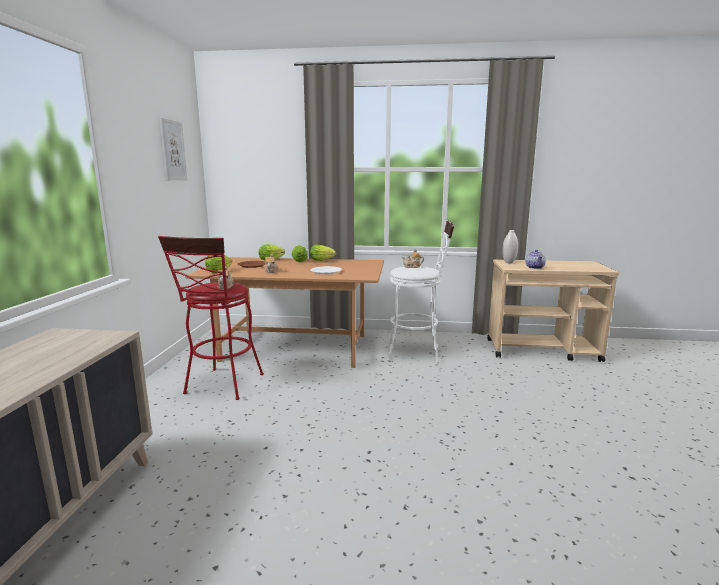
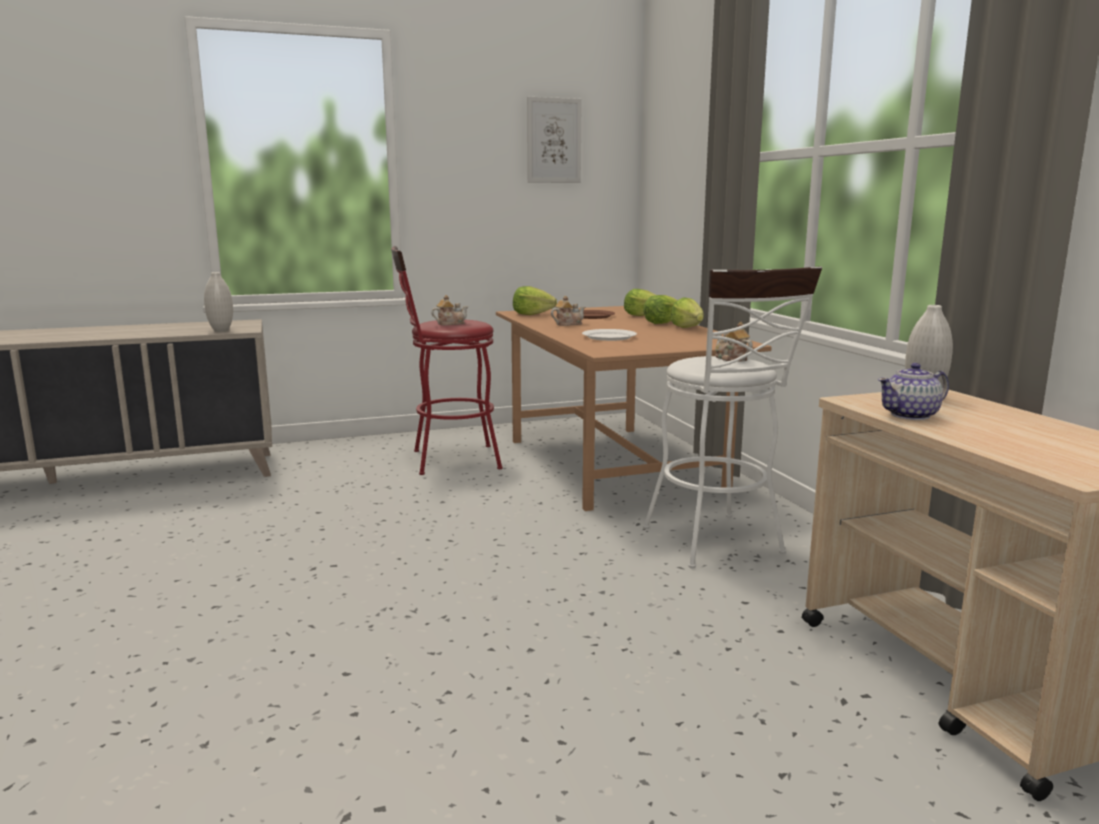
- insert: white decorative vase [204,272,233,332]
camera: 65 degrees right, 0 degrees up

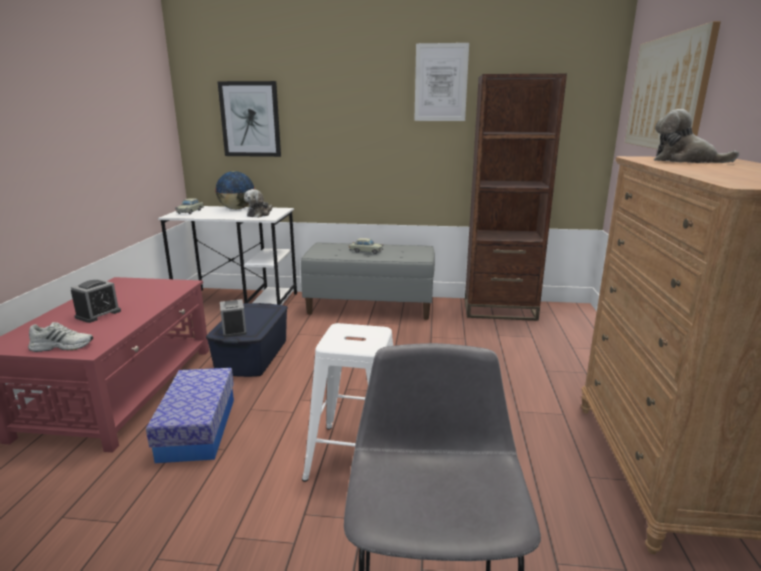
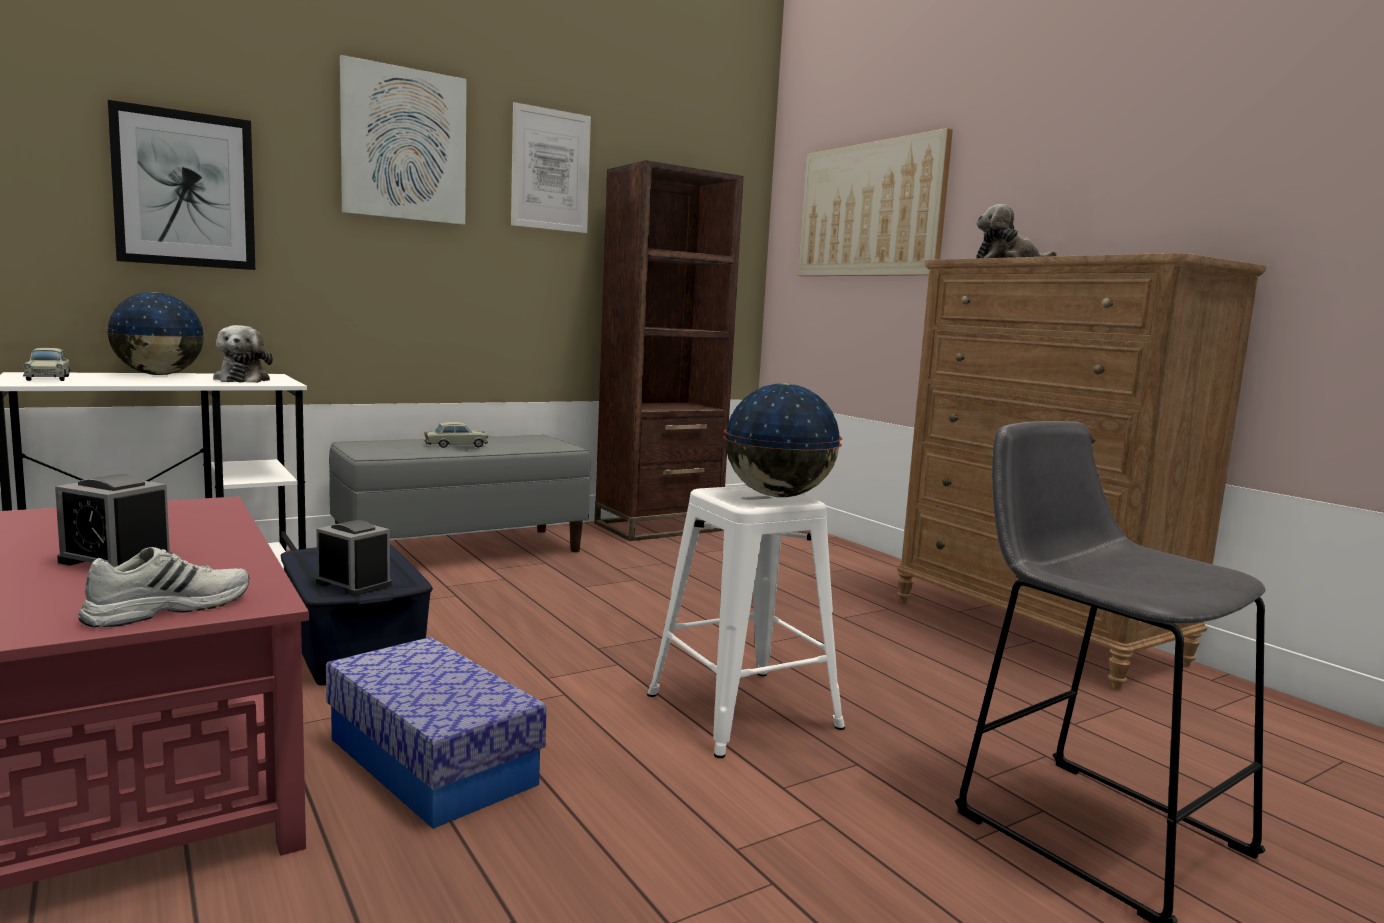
- rotate: table clock [71,279,121,323] = [55,474,173,567] 120 degrees clockwise
- insert: picture [340,55,467,225]
- insert: desk globe [723,384,842,497]
camera: 40 degrees left, 10 degrees down

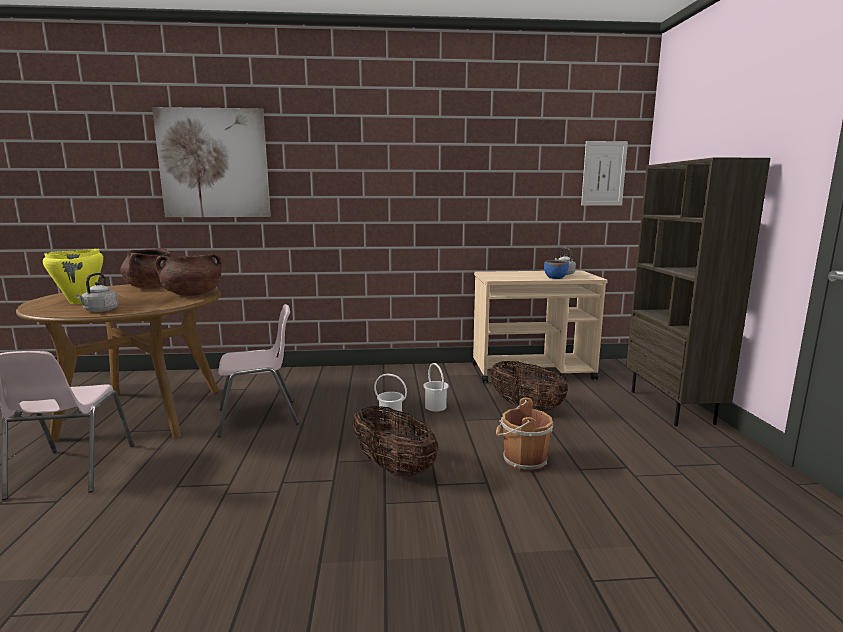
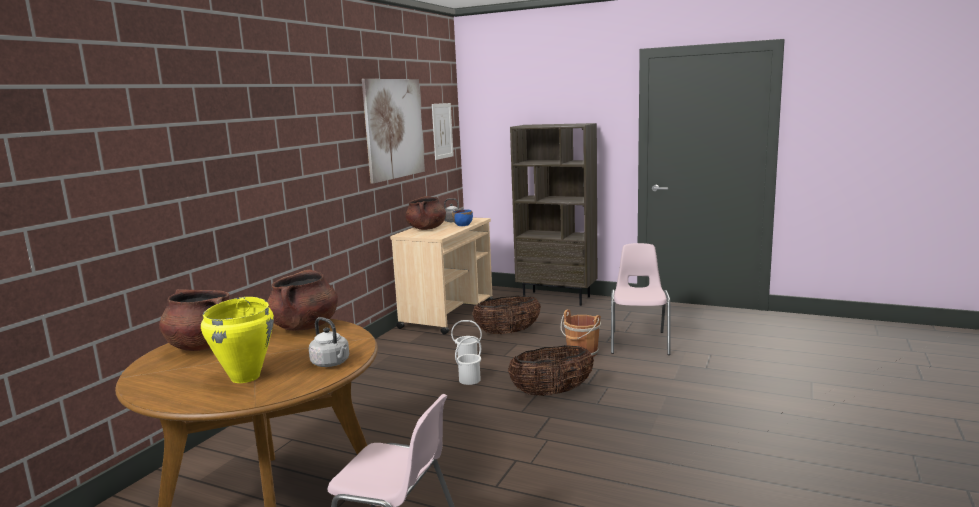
- move: picture [152,107,271,217] to [362,79,425,184]
- move: pink-coloured upright chair [217,304,299,437] to [611,243,671,355]
- insert: brownish saucepot [405,196,446,230]
camera: 60 degrees left, 0 degrees up

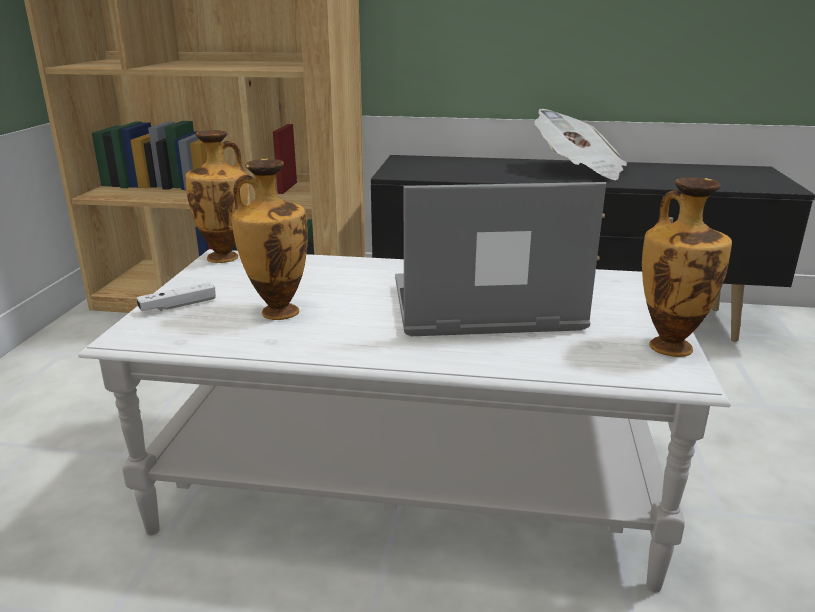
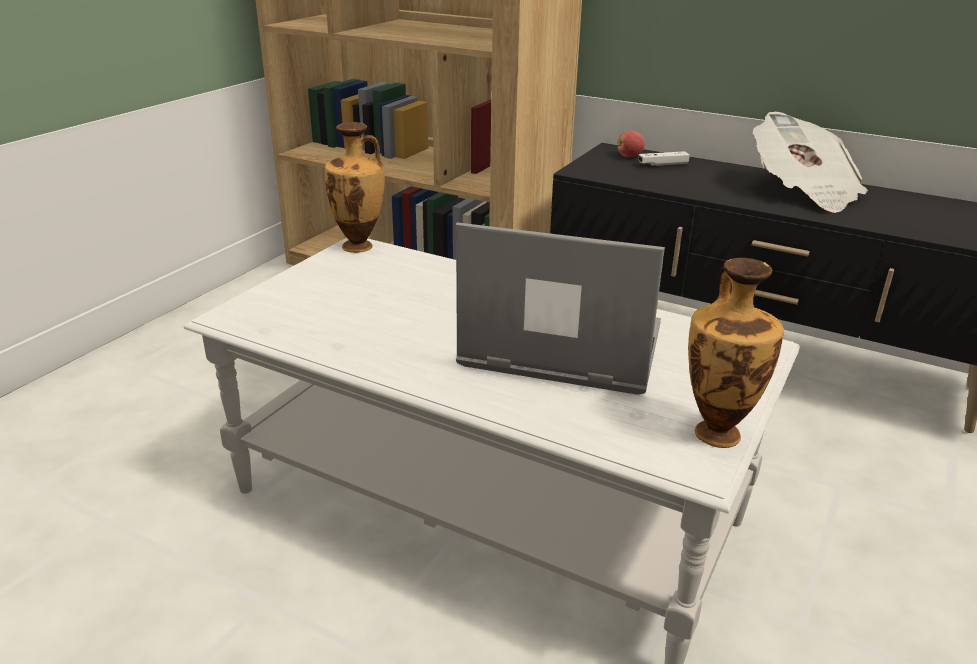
- delete: decorative vase [232,158,308,320]
- move: white joypad [136,282,216,311] to [638,151,690,166]
- insert: apple [617,131,645,157]
camera: 20 degrees right, 5 degrees up

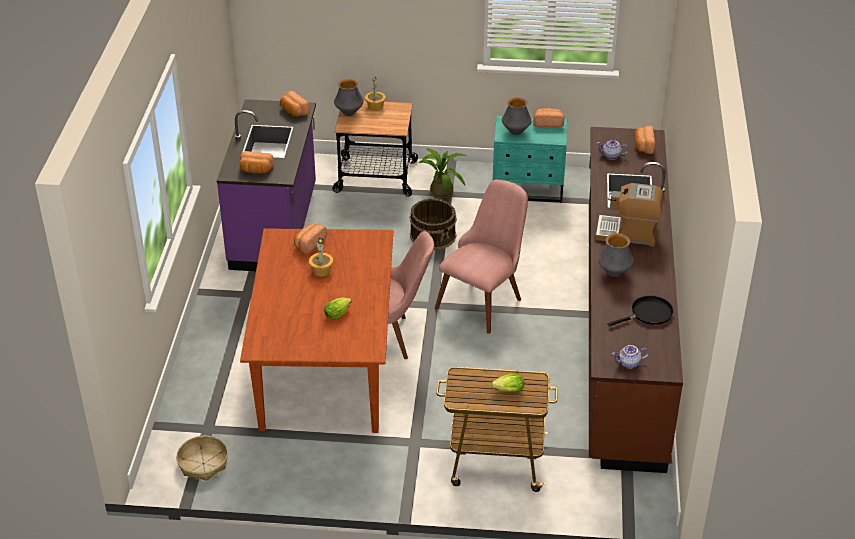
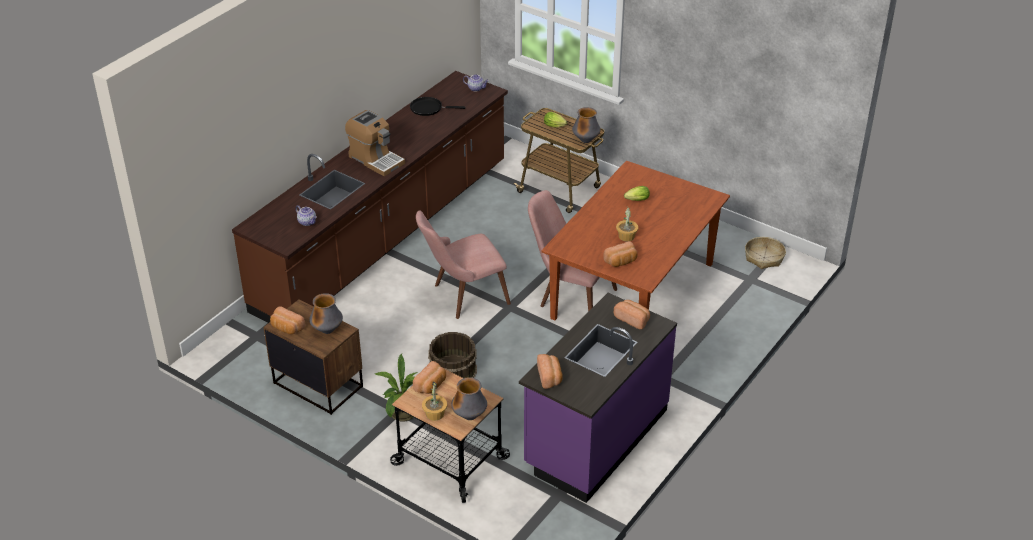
- recolor: blue-green bedside table [493,116,567,203] to brownish bedside table [264,299,363,415]
- move: bread [634,126,655,154] to [413,361,446,394]
- move: decorative vase [598,233,634,277] to [572,107,601,143]
camera: 150 degrees left, 0 degrees up

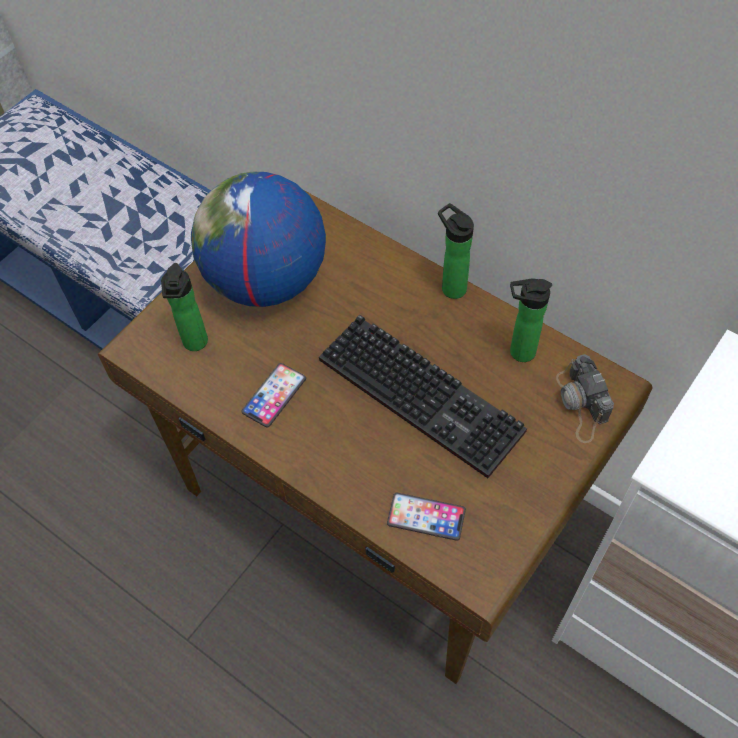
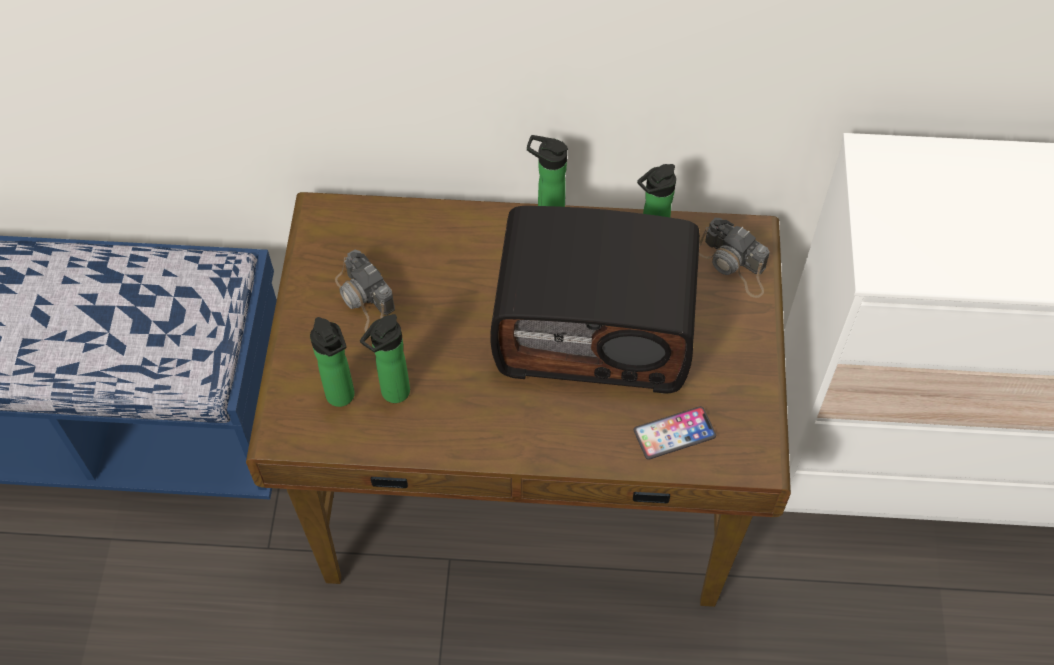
- replace: desk globe [191,172,326,307] to still camera [335,250,395,337]
- replace: PC keyboard [319,314,527,478] to radio receiver [490,206,700,394]
- delete: handset [241,363,306,428]
- insert: bottle [360,314,410,403]
camera: 35 degrees left, 0 degrees up

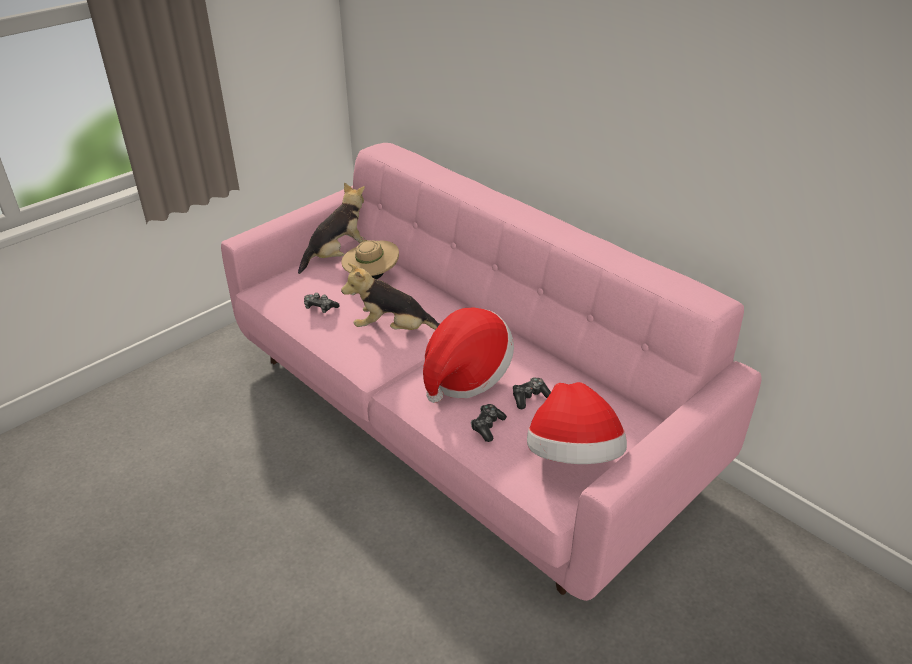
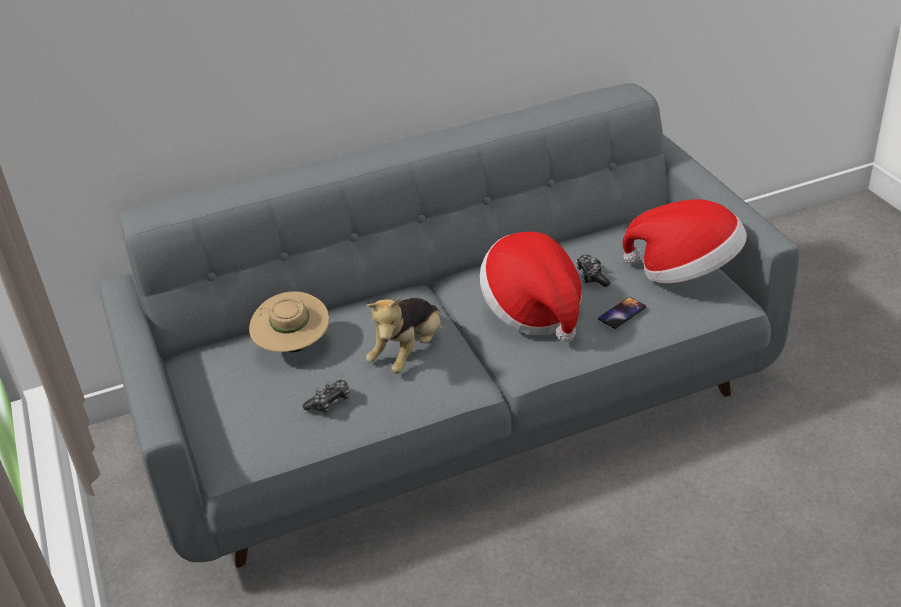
- recolor: pink-coloured sofa [221,143,762,601] to grey sofa [99,83,799,568]
- delete: soft toy [298,182,368,274]
- replace: joypad [471,404,507,442] to handset [598,297,646,329]
camera: 65 degrees left, 0 degrees up

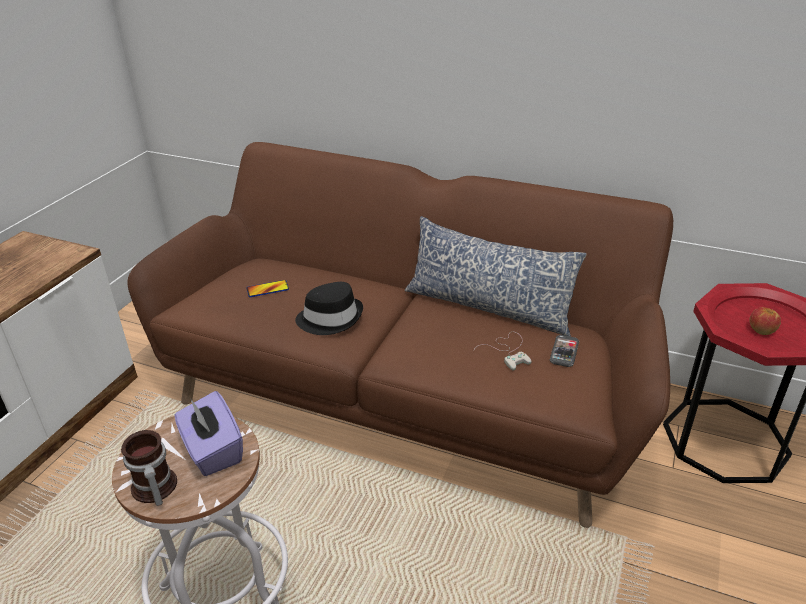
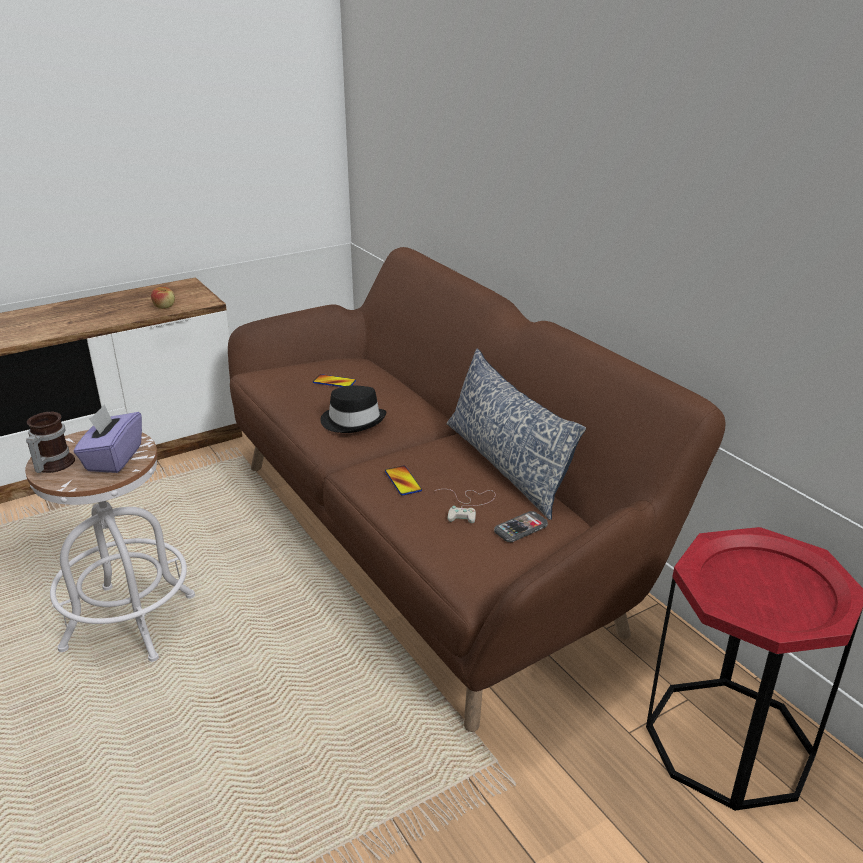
- move: apple [750,307,781,335] to [151,287,175,309]
- insert: handset [385,466,422,495]
camera: 35 degrees right, 5 degrees down

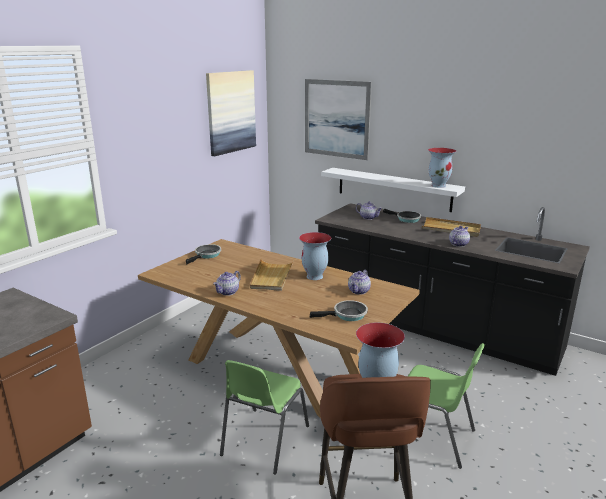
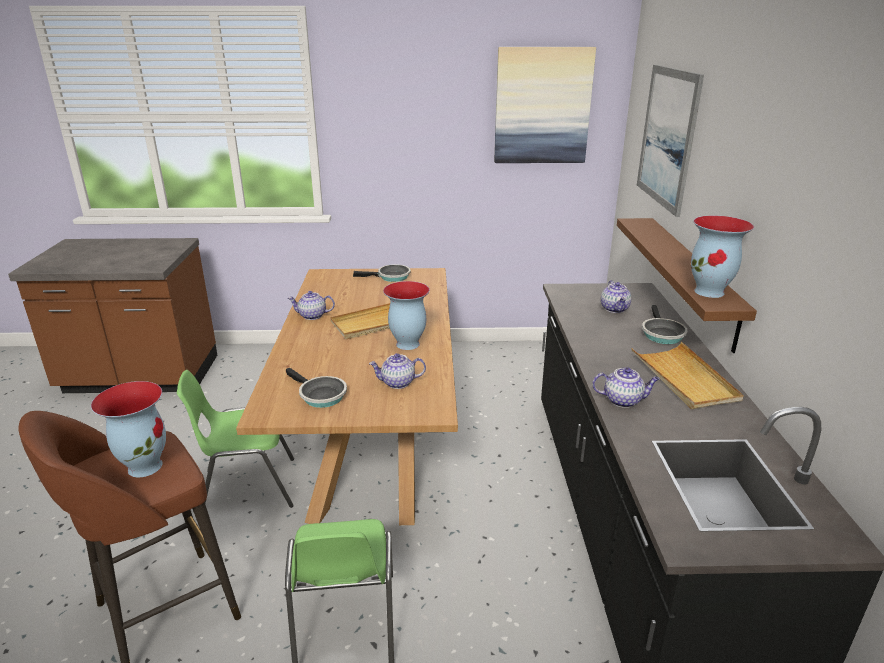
- recolor: white wall shelf [321,168,465,212] to brownish wall shelf [617,218,757,353]
camera: 55 degrees right, 5 degrees up

